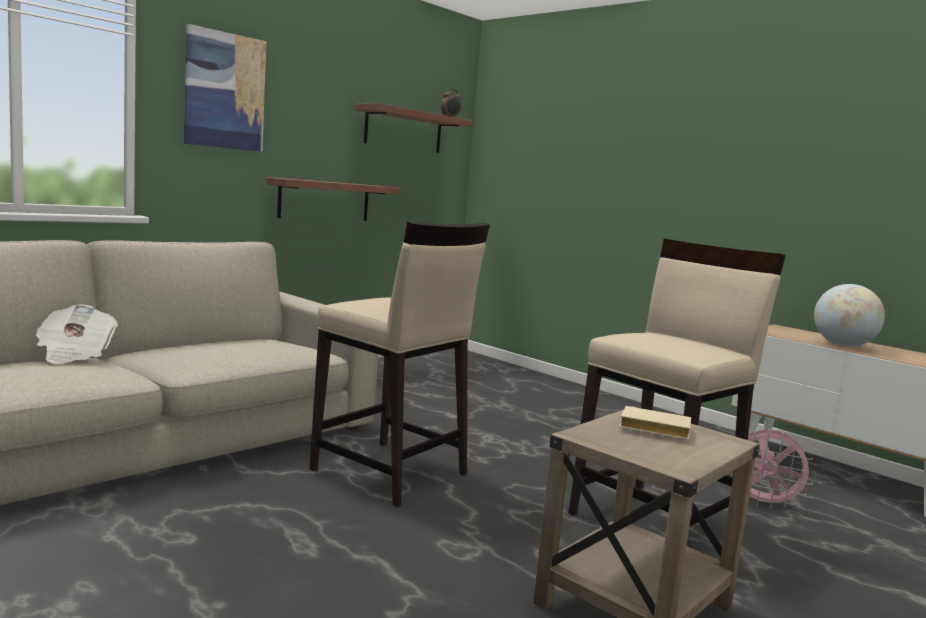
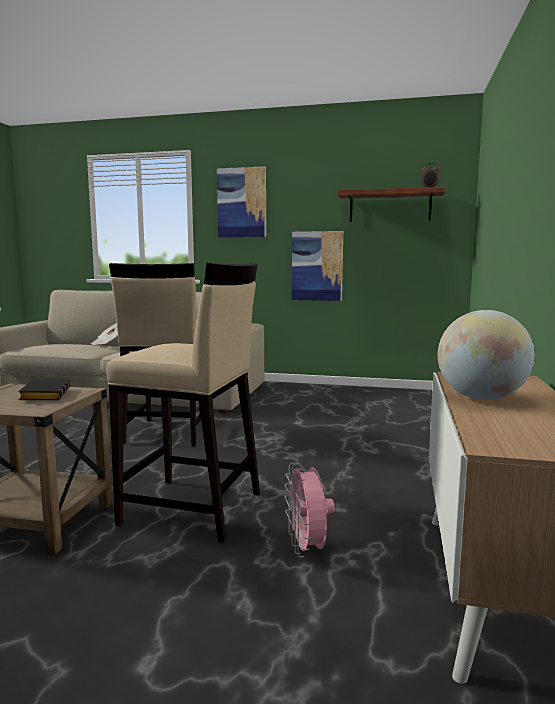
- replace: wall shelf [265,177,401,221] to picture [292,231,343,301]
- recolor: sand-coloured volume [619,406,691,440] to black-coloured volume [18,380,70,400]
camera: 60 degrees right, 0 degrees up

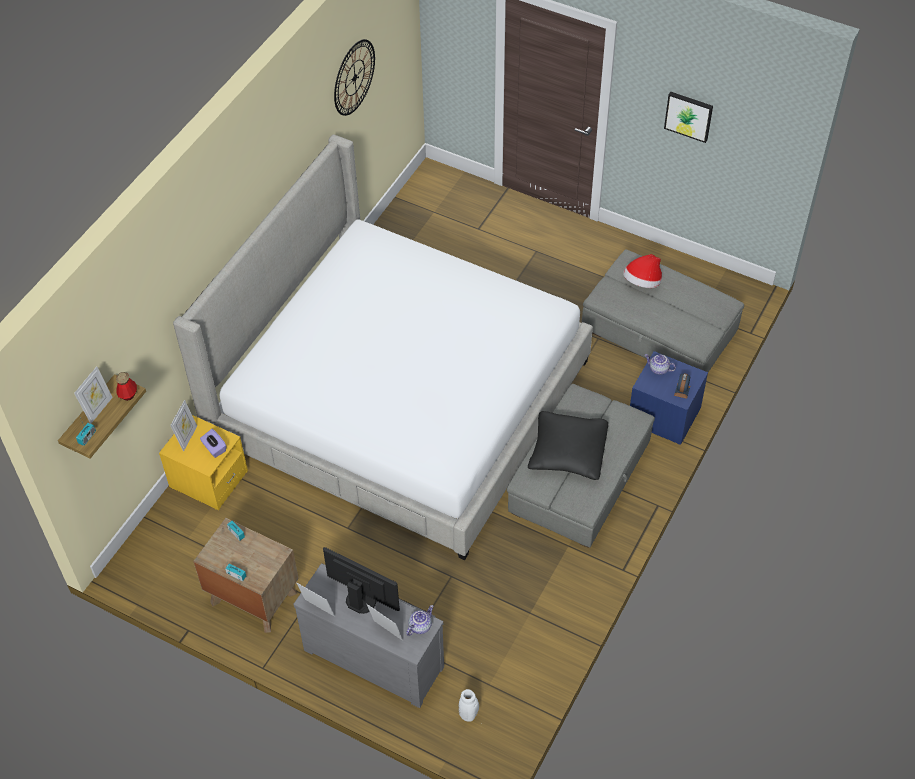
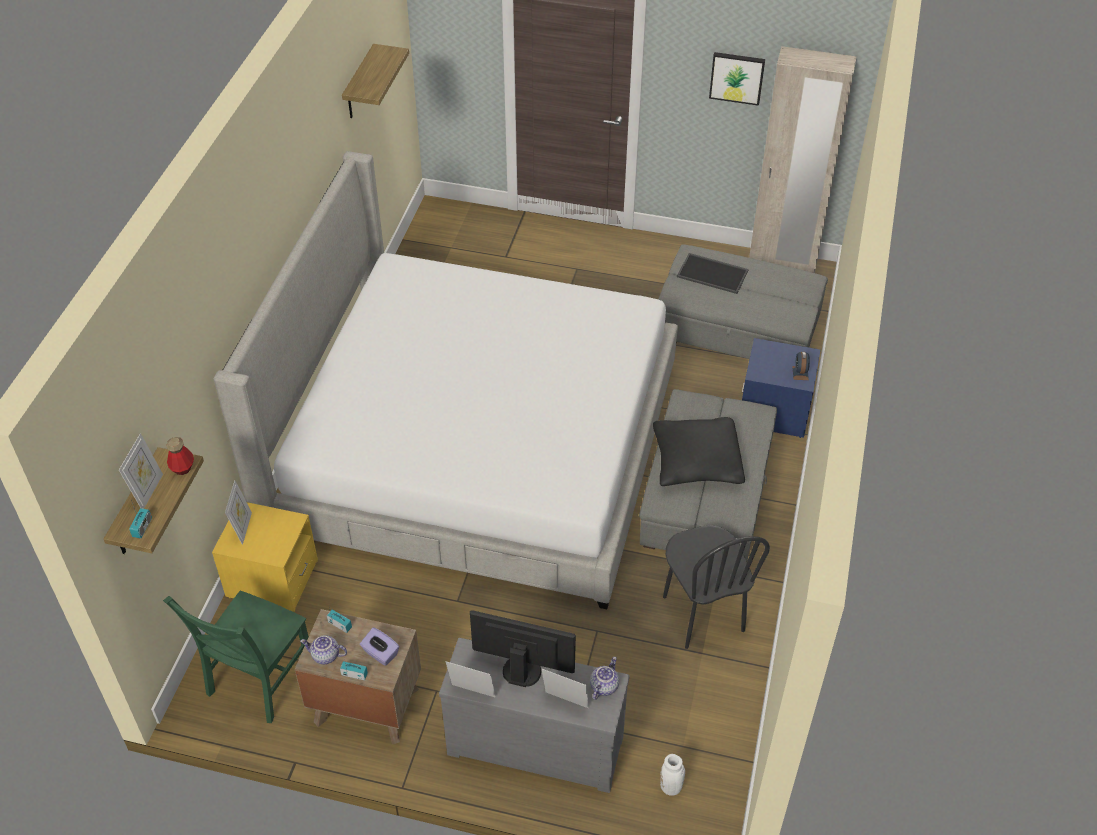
- replace: wall clock [334,39,375,116] to wall shelf [342,44,409,118]
- replace: hat [623,254,662,288] to serving tray [677,253,749,294]
- move: tea pot [644,354,676,375] to [300,635,347,664]
- move: purplish tissue box [200,429,227,458] to [360,627,399,666]
- insert: sand-coloured armoire [749,46,857,273]
- insert: black-coloured upright chair [663,525,770,649]
- insert: greenish upright chair [163,591,309,723]
camera: 15 degrees left, 5 degrees down

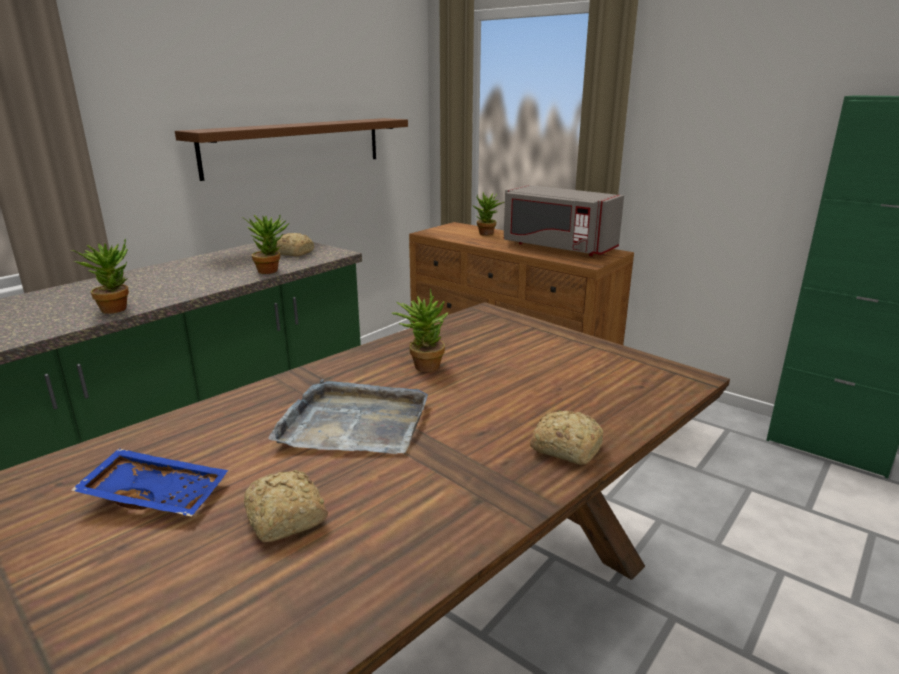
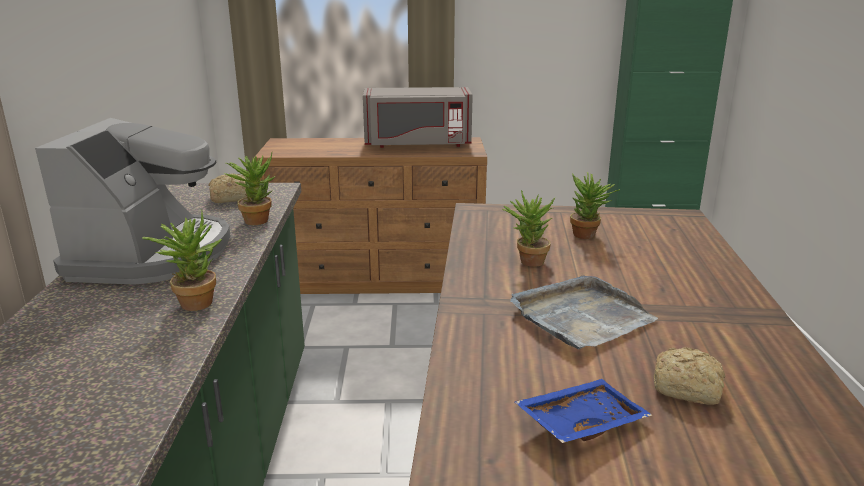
- delete: brownish wall shelf [175,118,408,181]
- move: houseplant [472,192,505,236] to [570,172,620,239]
- delete: bread [530,410,603,465]
- insert: coffee maker [35,118,231,285]
camera: 40 degrees left, 0 degrees up

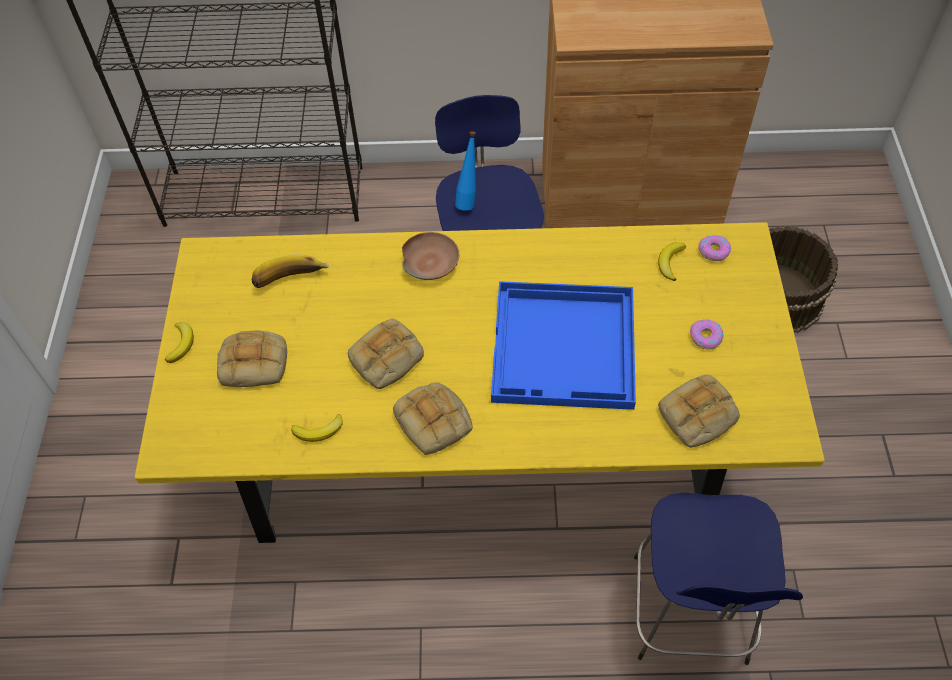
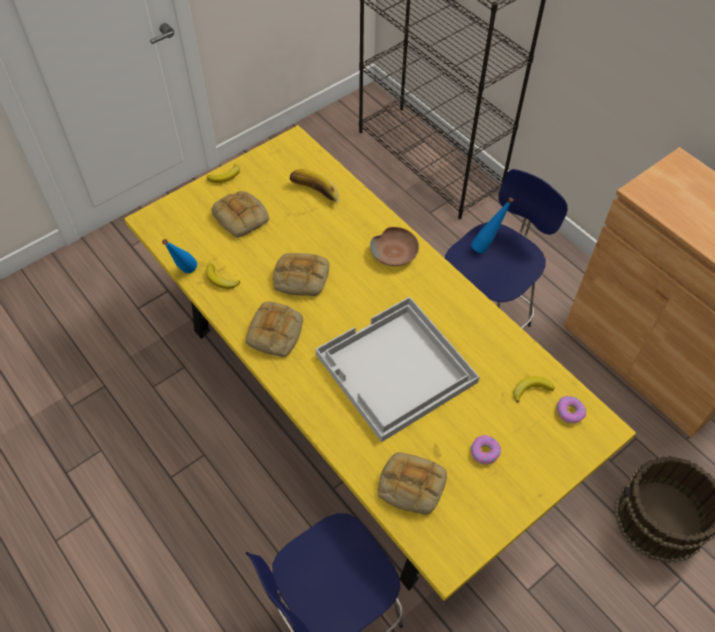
- recolor: bluish serving tray [491,281,636,410] to white serving tray [315,297,479,442]
- insert: bluish bottle [162,239,197,273]
camera: 50 degrees right, 0 degrees up

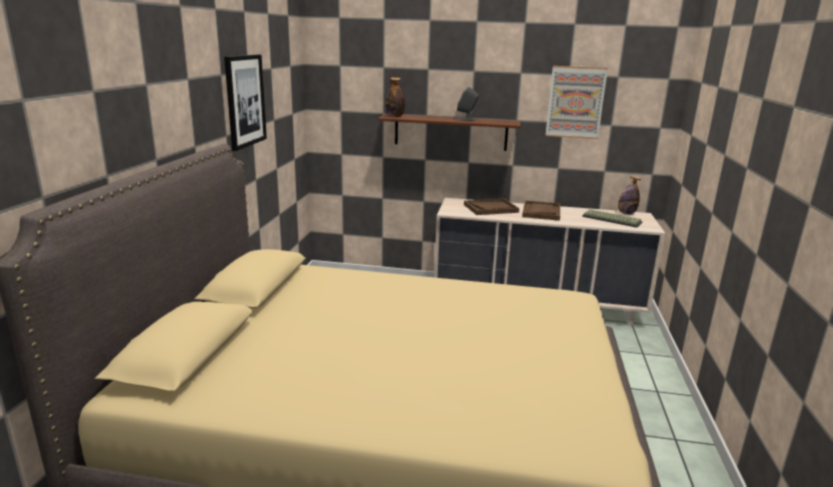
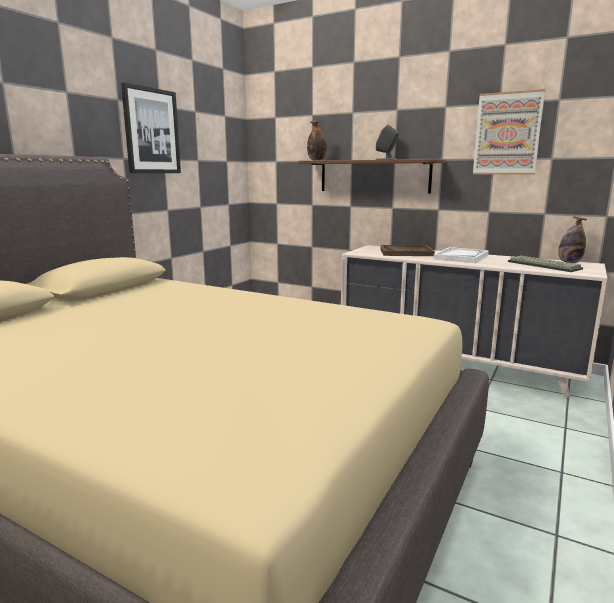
- recolor: brownish serving tray [522,200,560,221] to white serving tray [433,247,489,263]
camera: 20 degrees right, 5 degrees down

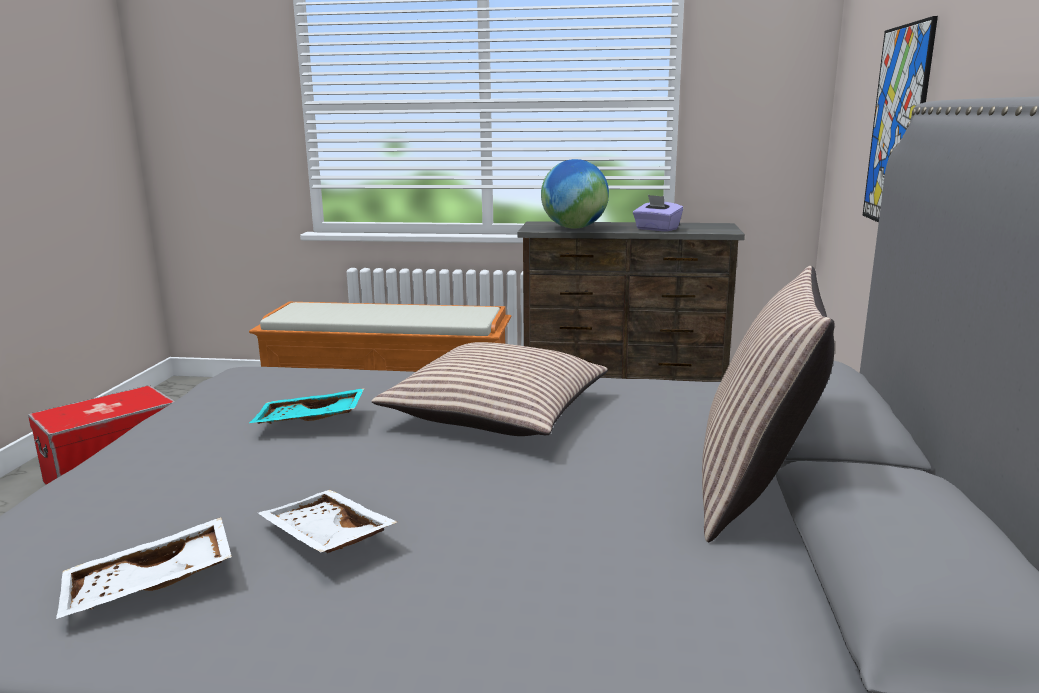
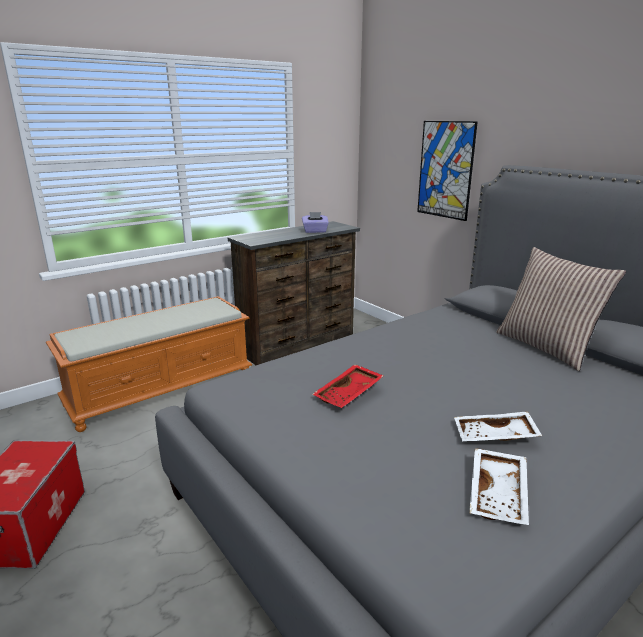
- delete: desk globe [541,159,609,229]
- delete: pillow [372,342,608,436]
- recolor: blue-green serving tray [249,388,365,424] to red serving tray [312,364,384,408]
camera: 45 degrees left, 5 degrees up

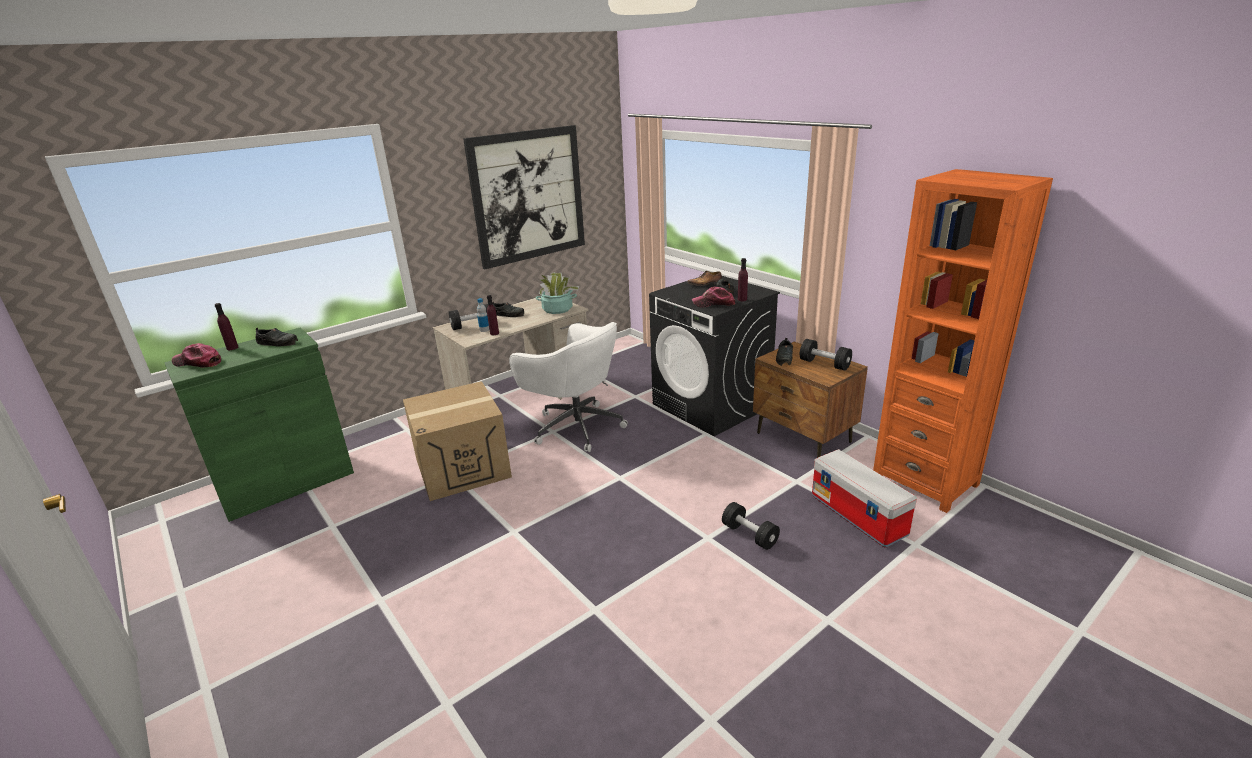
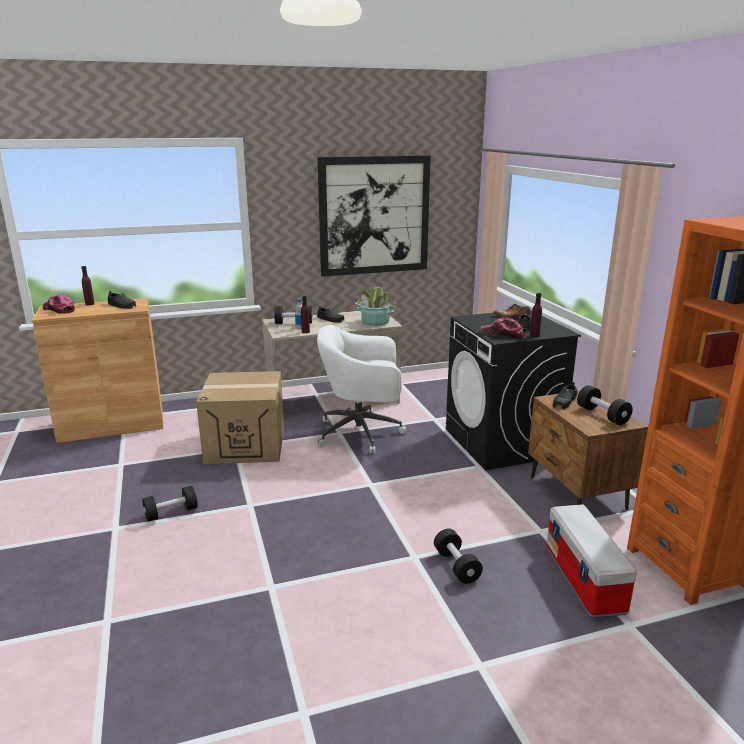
- rotate: white computer chair [509,322,628,452] = [317,325,407,454] 120 degrees clockwise
- recolor: greenish cabinet [164,327,354,522] to brownish cabinet [31,298,163,443]
- insert: black-coloured free weight [142,486,198,522]
camera: 20 degrees right, 5 degrees down

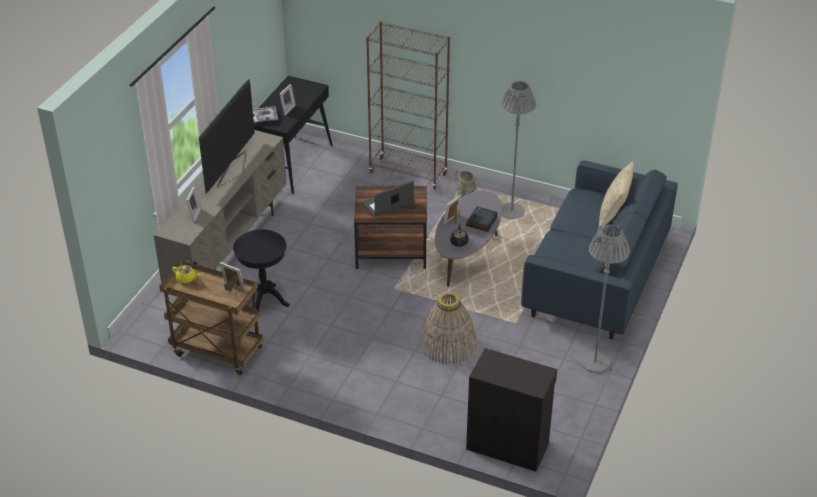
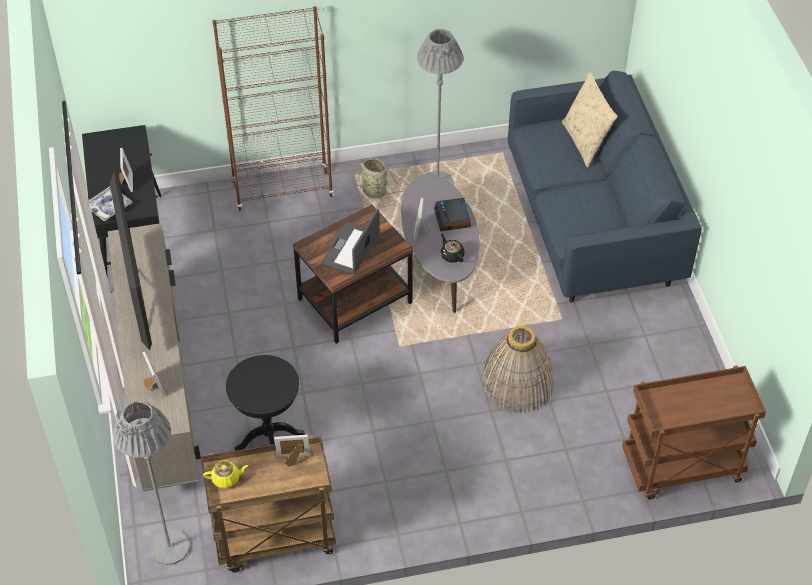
- move: grey standing lamp [581,225,630,373] to [113,401,190,565]
- replace: black-coloured cabinet [466,348,557,472] to brownish wheeled cart [622,365,766,499]
camera: 35 degrees left, 10 degrees up

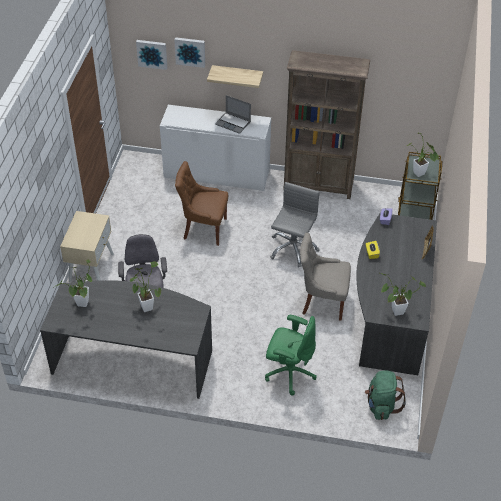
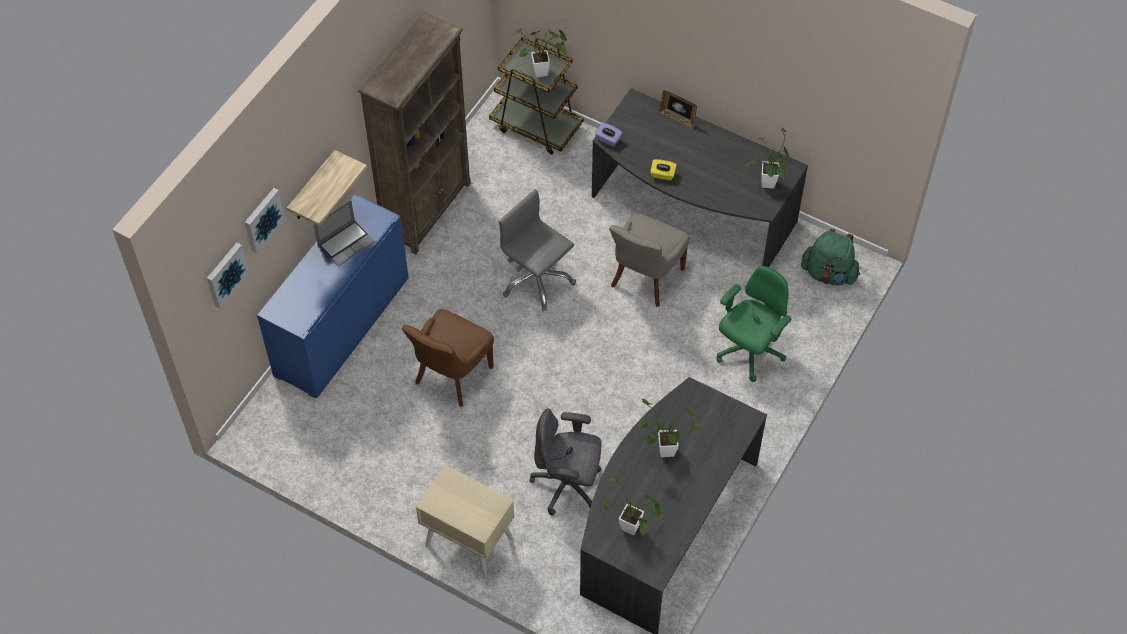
- recolor: white cabinet [160,105,271,191] to bluish cabinet [257,194,409,398]
camera: 70 degrees left, 10 degrees up

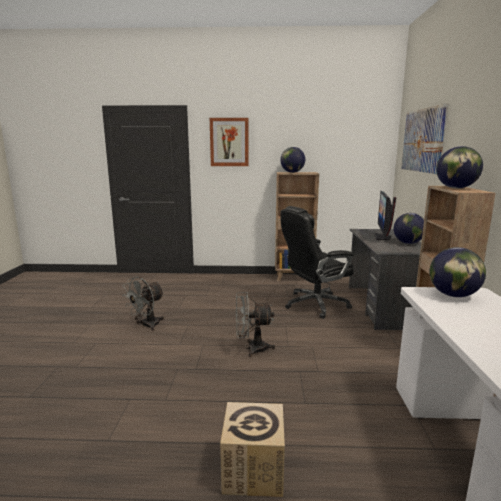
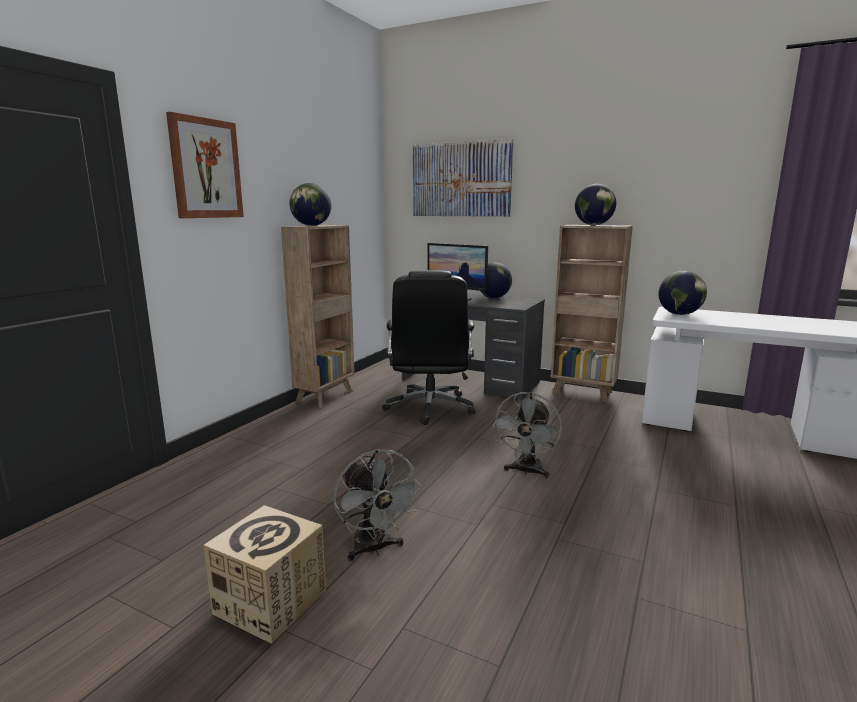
- move: cardboard box [220,402,285,497] to [203,505,326,644]
camera: 65 degrees left, 0 degrees up

